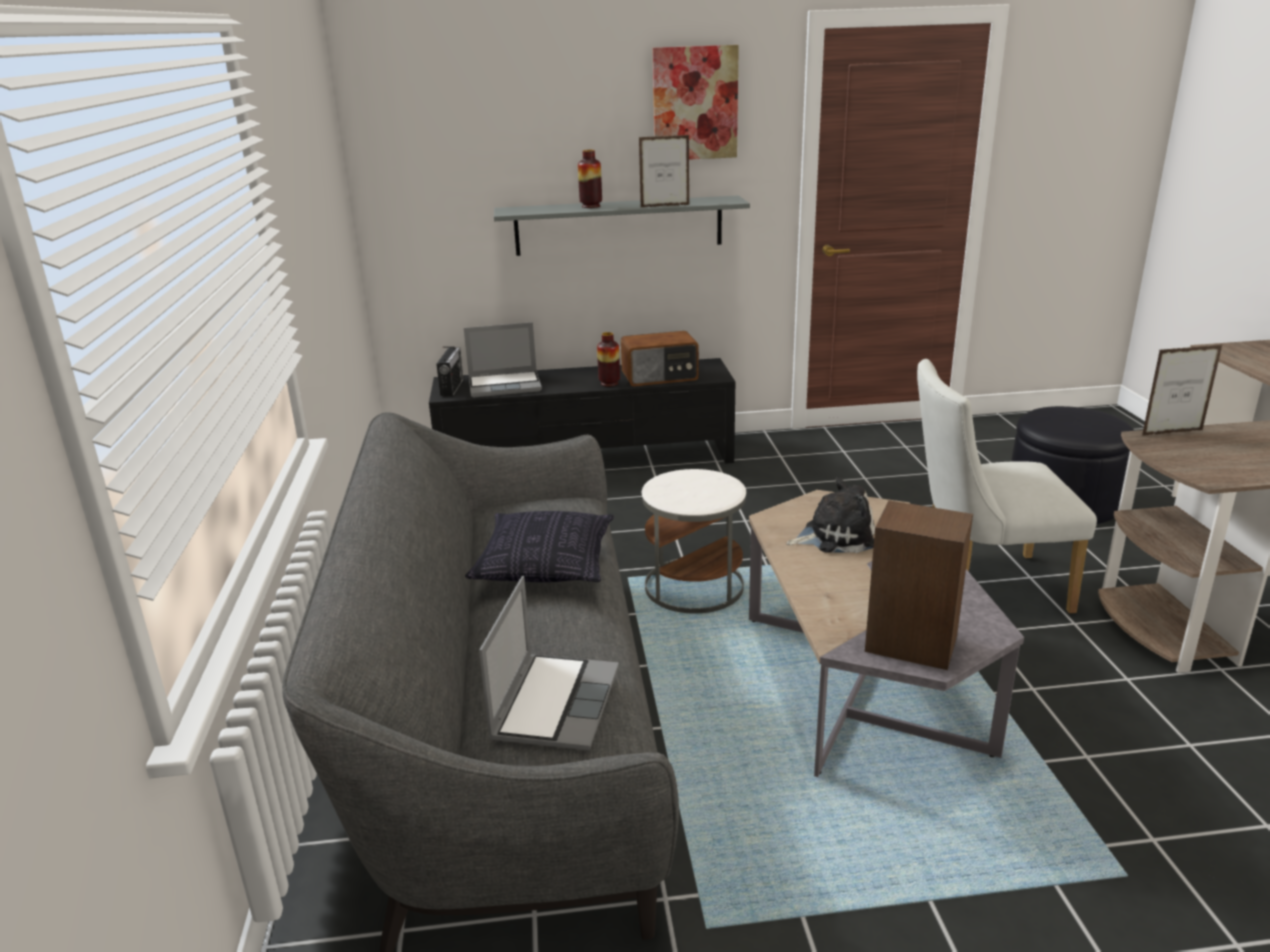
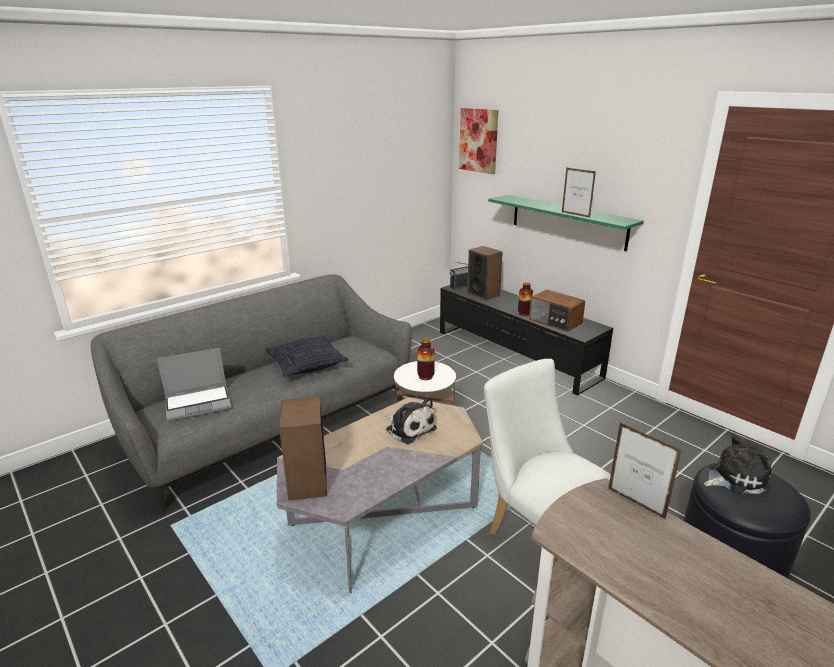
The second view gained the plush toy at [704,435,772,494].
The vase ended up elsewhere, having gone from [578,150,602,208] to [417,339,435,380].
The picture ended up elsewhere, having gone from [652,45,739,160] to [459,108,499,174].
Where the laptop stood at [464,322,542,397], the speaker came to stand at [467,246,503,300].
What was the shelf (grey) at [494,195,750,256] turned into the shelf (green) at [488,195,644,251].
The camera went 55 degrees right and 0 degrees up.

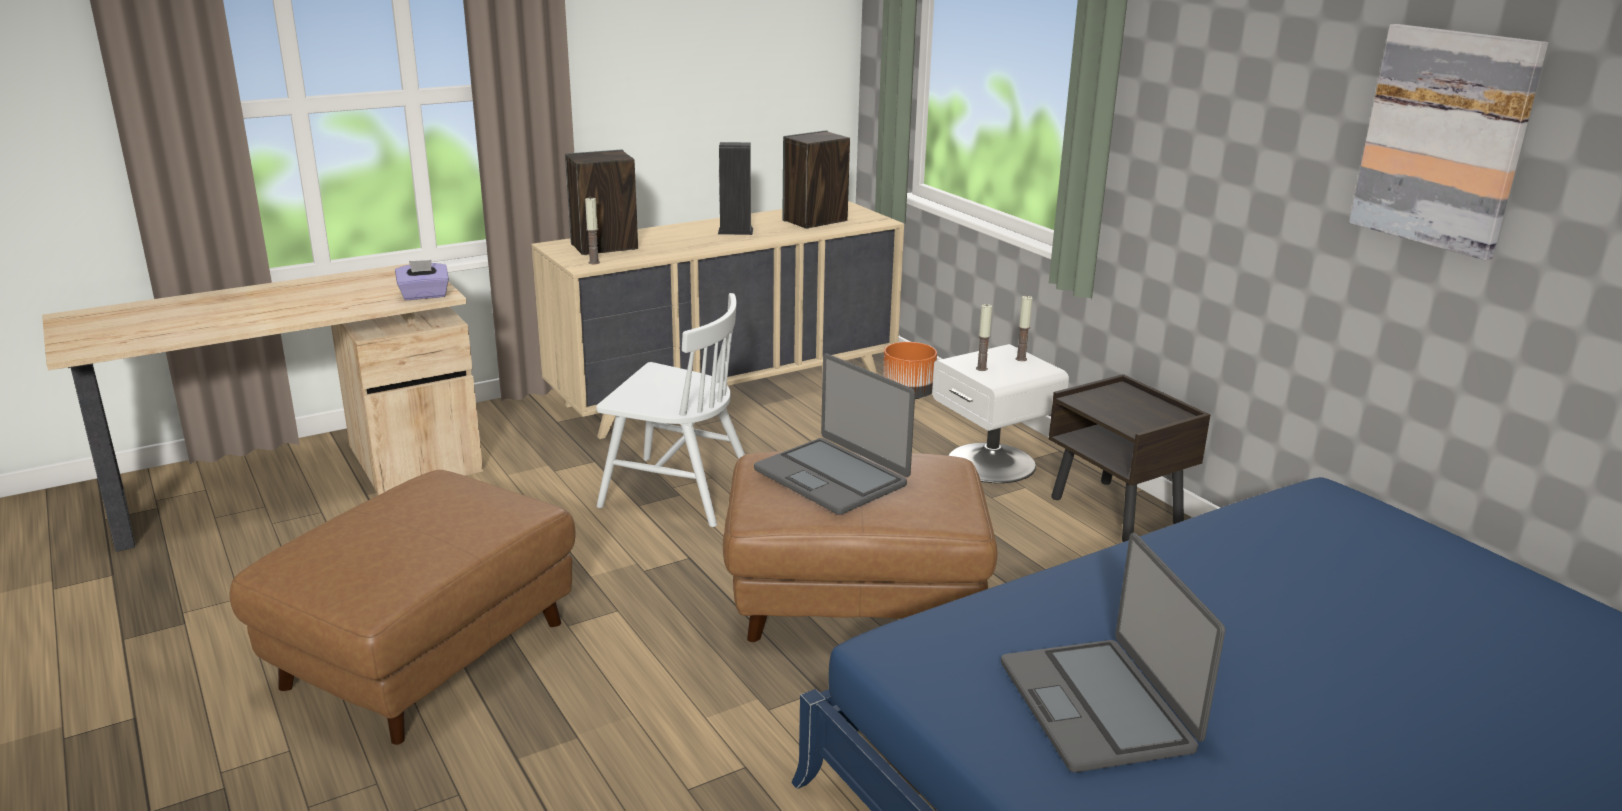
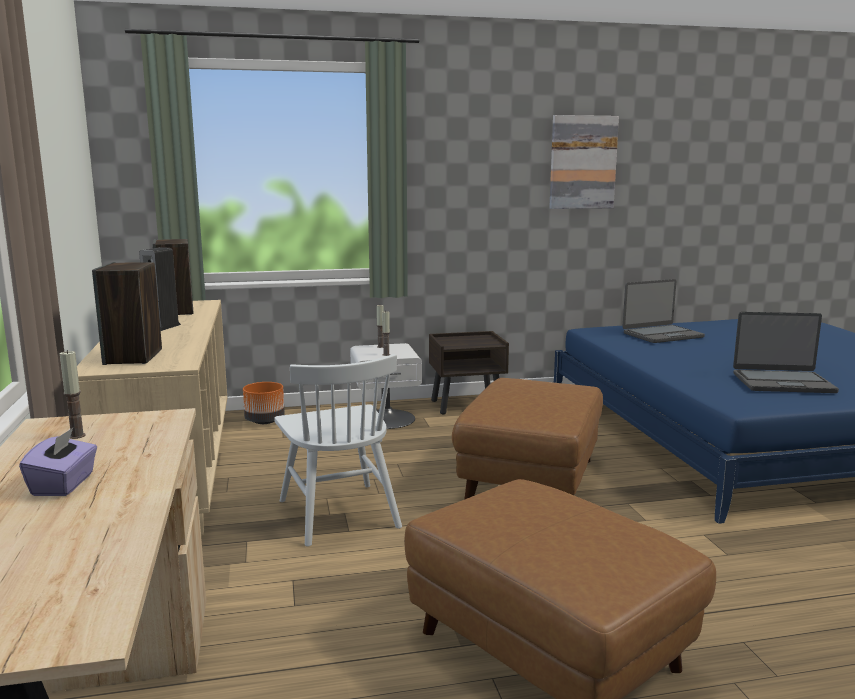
The tissue box (purple) ended up elsewhere, having gone from [395,260,449,300] to [19,428,97,496].
The candle ended up elsewhere, having gone from [585,197,600,264] to [60,350,86,439].
The laptop ended up elsewhere, having gone from [754,353,915,515] to [623,279,705,343].
The chair (white) at [596,293,745,527] ended up facing another way, 120 degrees clockwise from before.
The camera went 70 degrees left and 10 degrees down.

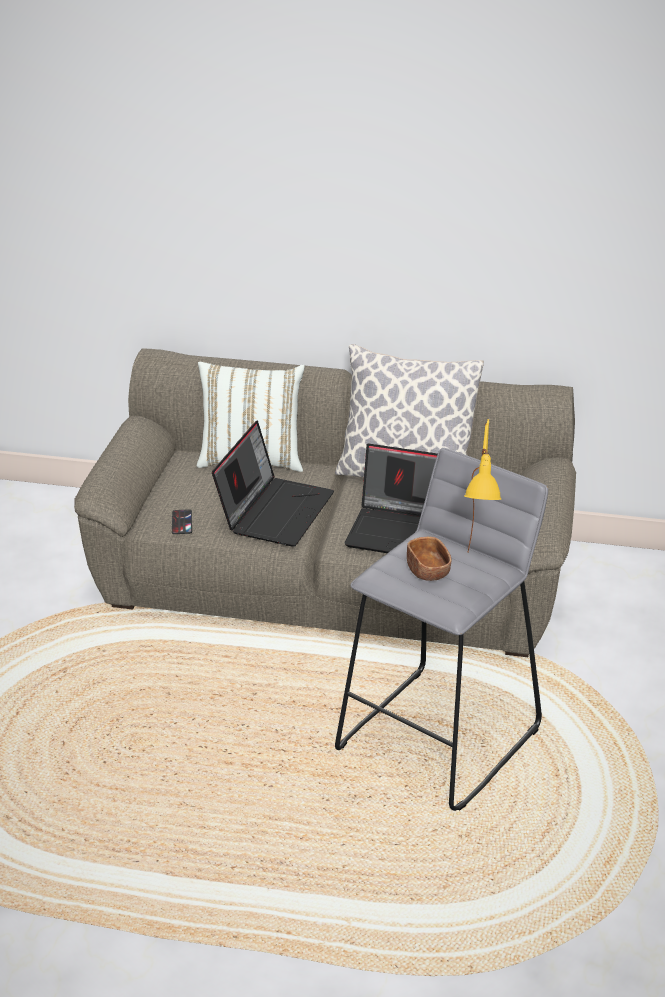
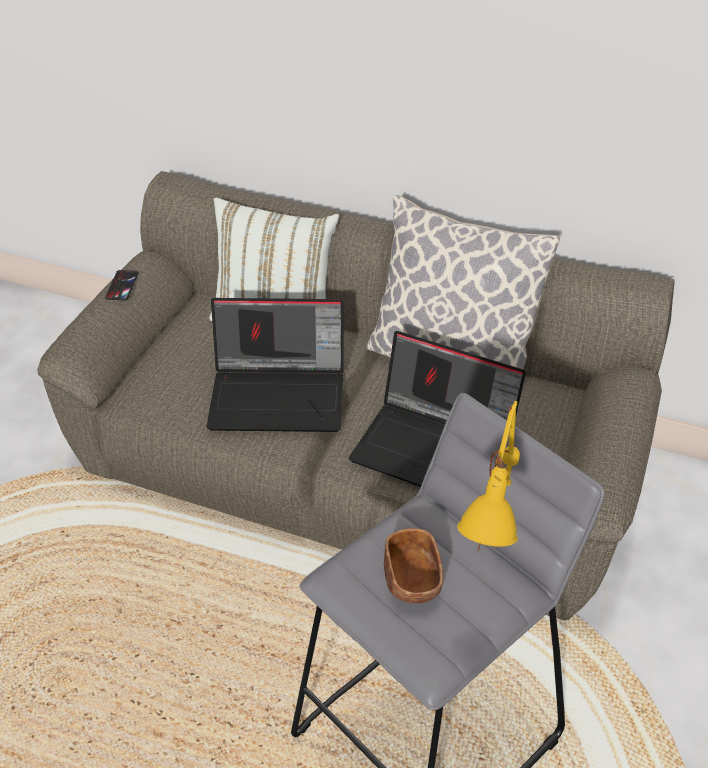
The phone ended up elsewhere, having gone from [172,509,192,534] to [105,270,138,301].
The laptop at [212,421,334,547] ended up facing another way, 60 degrees clockwise from before.
The camera went 10 degrees right and 10 degrees up.

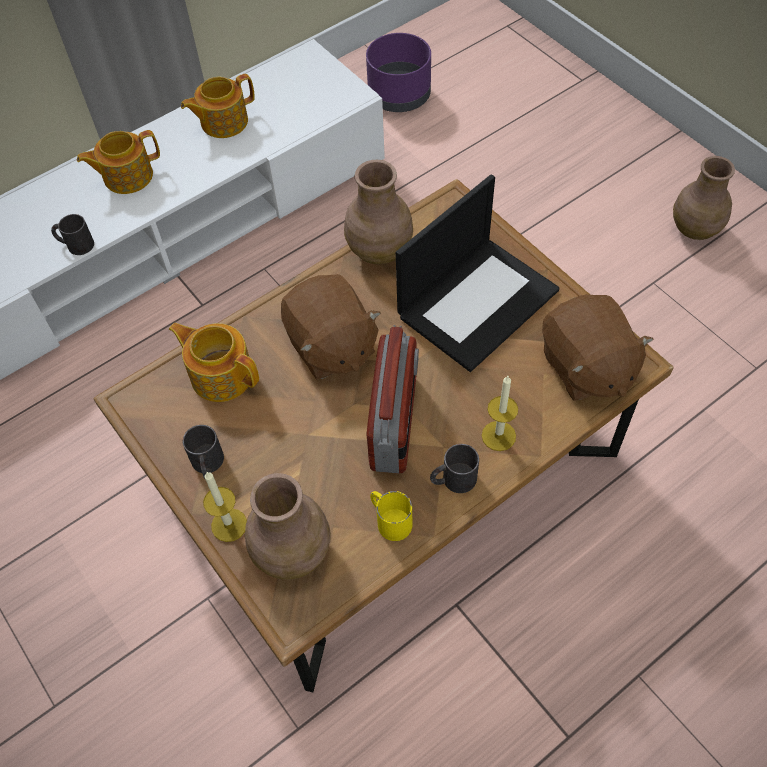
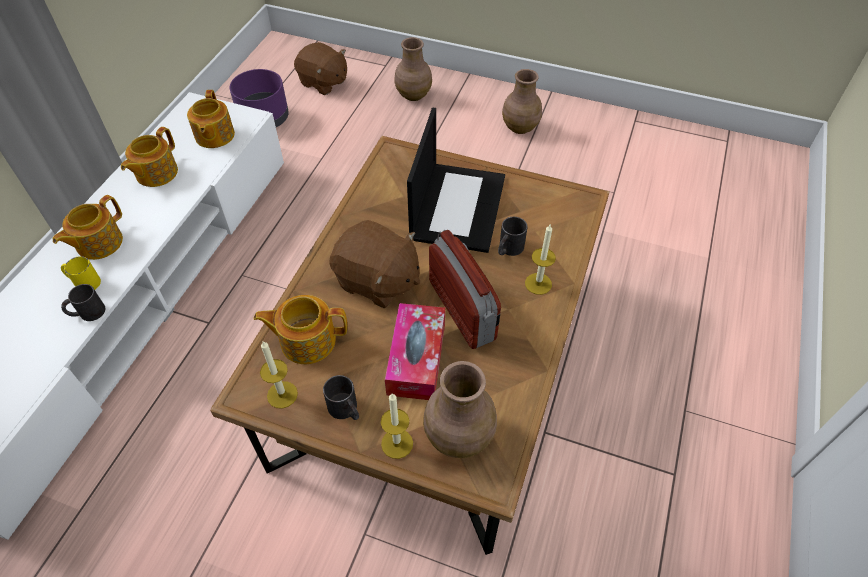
The second view gained the teapot at [187,90,235,148].
The second view gained the candle at [260,341,298,409].
The second view gained the tissue box at [385,303,445,400].
The vase (brown) ended up elsewhere, having gone from [344,160,413,264] to [395,37,432,101].
The mug (yellow) ended up elsewhere, having gone from [370,491,412,541] to [61,256,101,290].
The mug (black) ended up elsewhere, having gone from [430,444,479,493] to [498,217,528,256].
The plush toy (brown) ended up elsewhere, having gone from [542,294,653,401] to [294,42,347,95].
The camera went 35 degrees left and 5 degrees down.

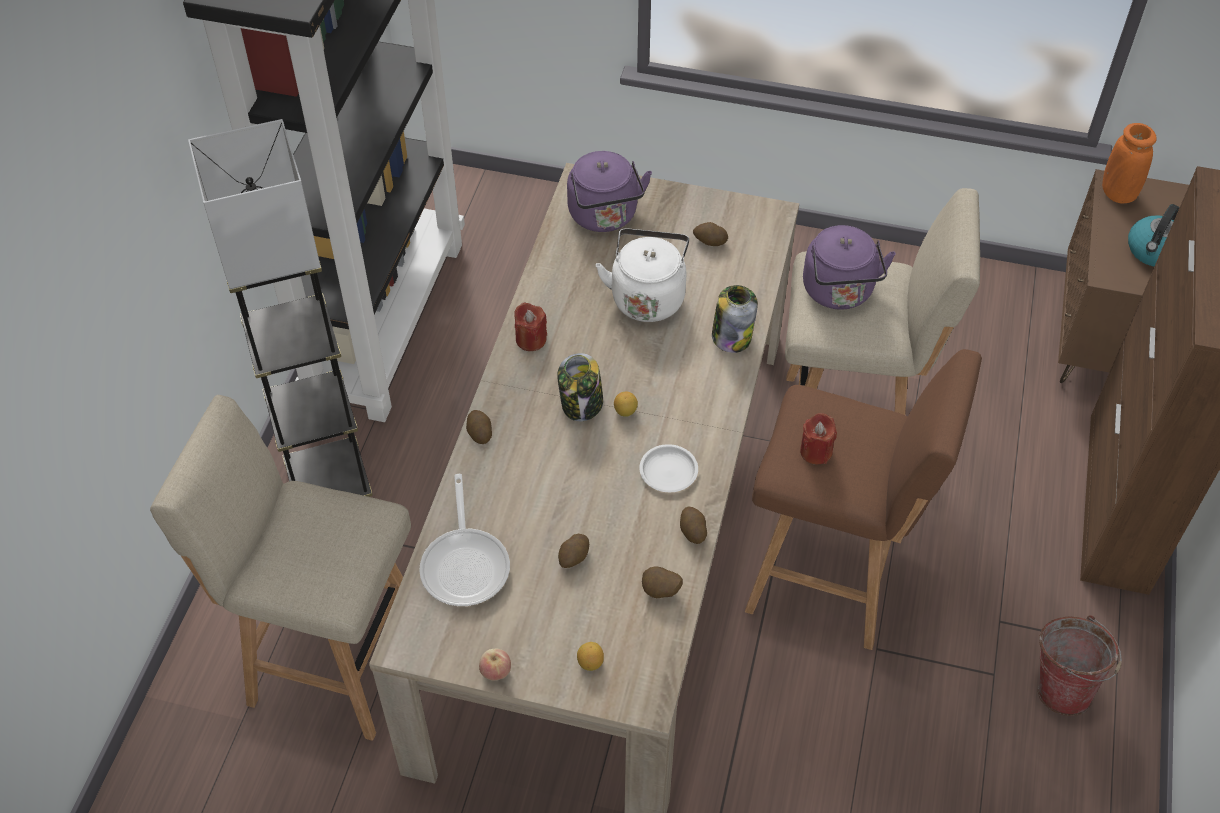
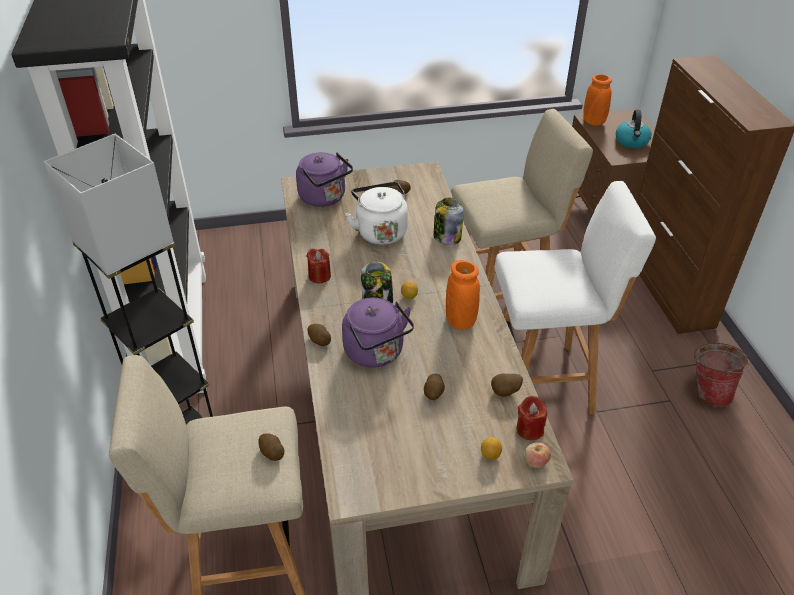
The second view lost the frying pan at [419,474,510,606].
The apple ended up elsewhere, having gone from [479,649,511,680] to [525,442,551,468].
The potato ended up elsewhere, having gone from [680,506,707,544] to [258,433,284,461].
The candle (red) ended up elsewhere, having gone from [800,413,837,465] to [516,396,547,440].
The kettle (purple) ended up elsewhere, having gone from [803,225,896,310] to [342,298,414,368].
Where the plate (white) stood at [639,444,698,492], the vase (orange) came to stand at [446,260,480,330].
What was the stool (brown) at [745,349,982,650] turned into the stool (white) at [495,181,656,414].
The camera went 25 degrees left and 10 degrees down.

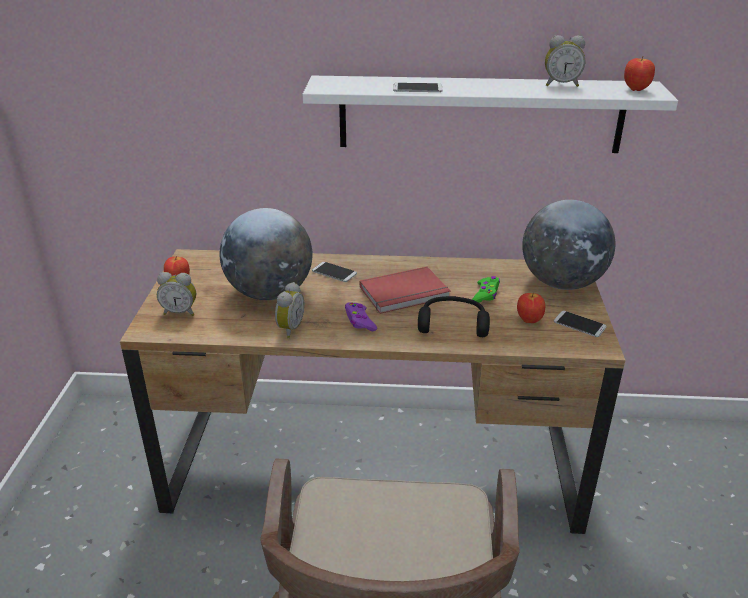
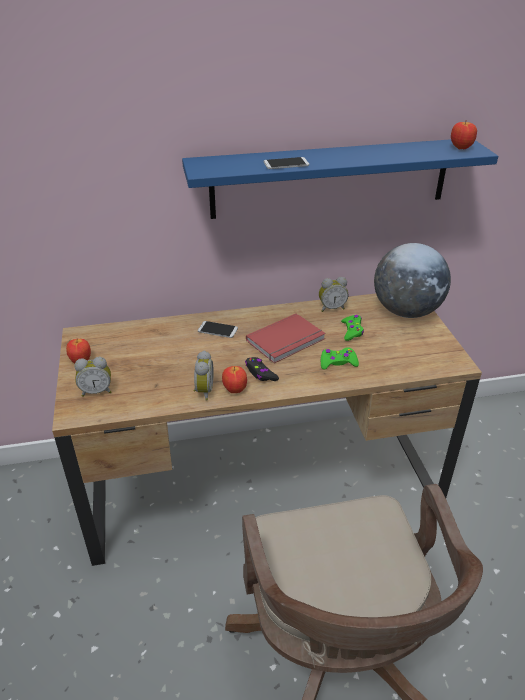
The second view lost the globe at [219,208,313,300].
The second view lost the phone at [554,311,607,337].
The apple ended up elsewhere, having gone from [517,293,545,323] to [222,366,247,393].
The alarm clock ended up elsewhere, having gone from [545,35,585,87] to [319,277,348,312].
Where the headphones (black) stood at [418,296,490,337], the game controller (green) came to stand at [321,347,359,370].
What was the shelf (white) at [303,76,678,153] turned into the shelf (blue) at [182,139,498,219].
What was the game controller (purple) at [345,303,377,331] turned into the game controller (black) at [245,357,279,381].
The camera went 15 degrees left and 5 degrees up.

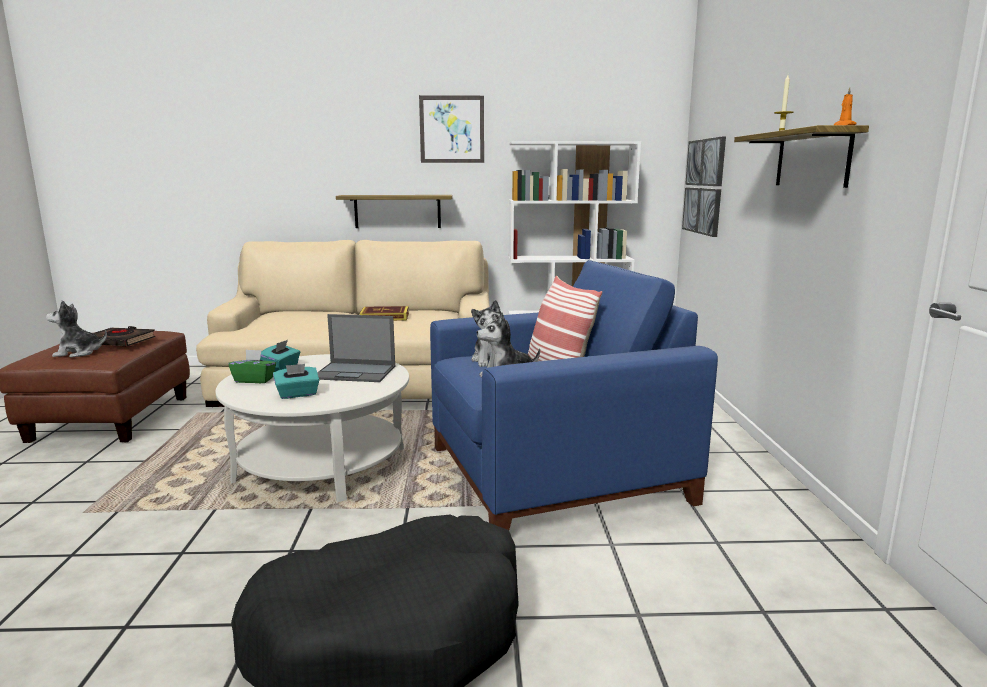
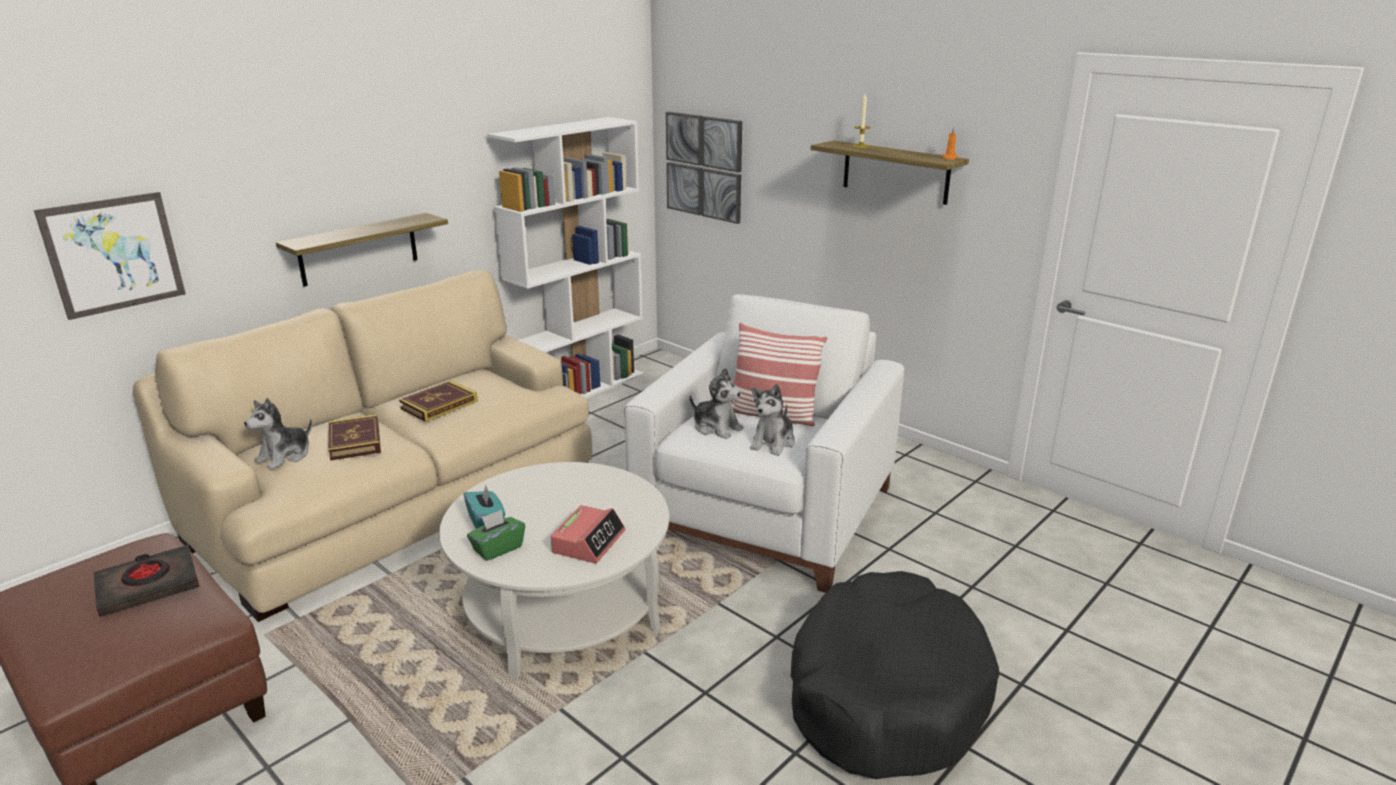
The second view lost the laptop at [317,314,395,382].
The second view gained the book at [328,414,381,461].
The plush toy ended up elsewhere, having gone from [46,300,107,358] to [244,398,312,469].
The picture ended up elsewhere, having gone from [419,95,484,163] to [34,192,186,320].
Where the tissue box (turquoise) stood at [273,364,319,399], the alarm clock came to stand at [551,505,625,563].
What was the armchair (blue) at [430,260,718,530] turned into the armchair (white) at [624,294,904,593].
The camera went 45 degrees left and 10 degrees up.

